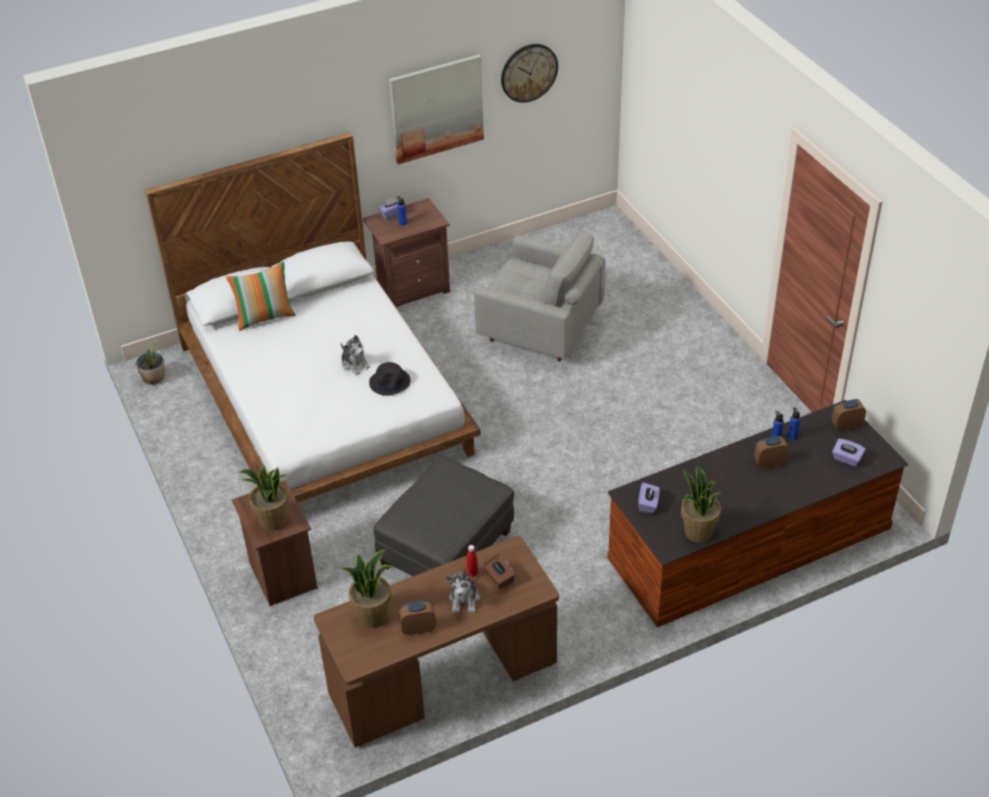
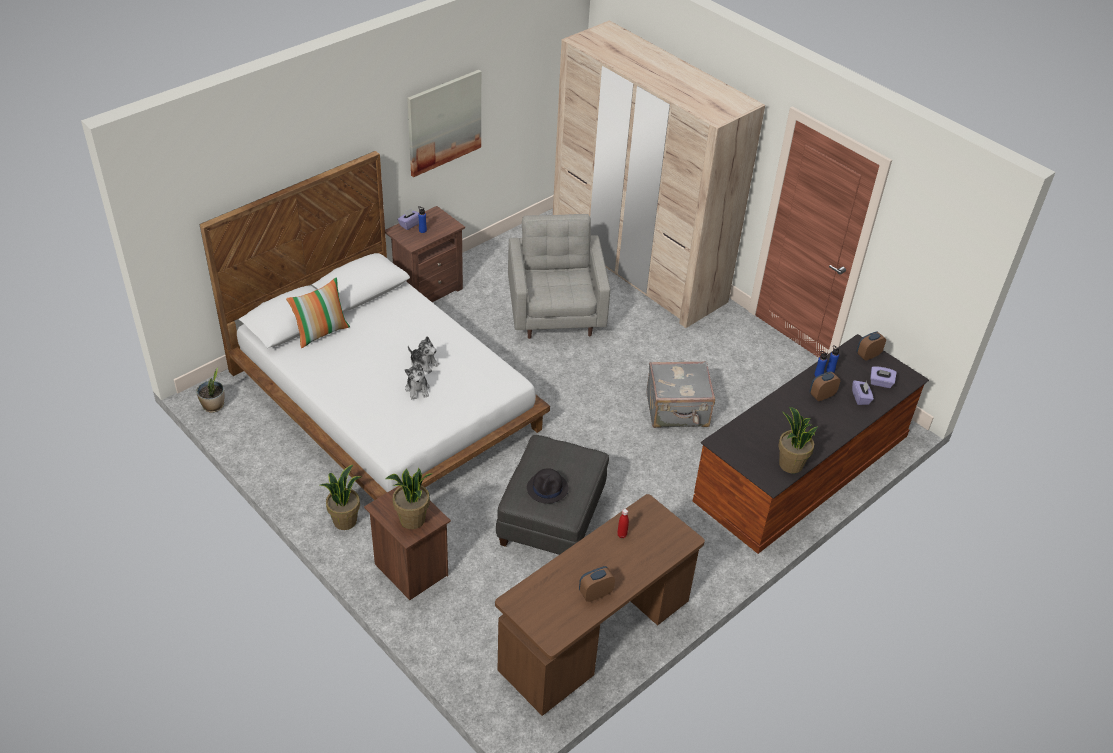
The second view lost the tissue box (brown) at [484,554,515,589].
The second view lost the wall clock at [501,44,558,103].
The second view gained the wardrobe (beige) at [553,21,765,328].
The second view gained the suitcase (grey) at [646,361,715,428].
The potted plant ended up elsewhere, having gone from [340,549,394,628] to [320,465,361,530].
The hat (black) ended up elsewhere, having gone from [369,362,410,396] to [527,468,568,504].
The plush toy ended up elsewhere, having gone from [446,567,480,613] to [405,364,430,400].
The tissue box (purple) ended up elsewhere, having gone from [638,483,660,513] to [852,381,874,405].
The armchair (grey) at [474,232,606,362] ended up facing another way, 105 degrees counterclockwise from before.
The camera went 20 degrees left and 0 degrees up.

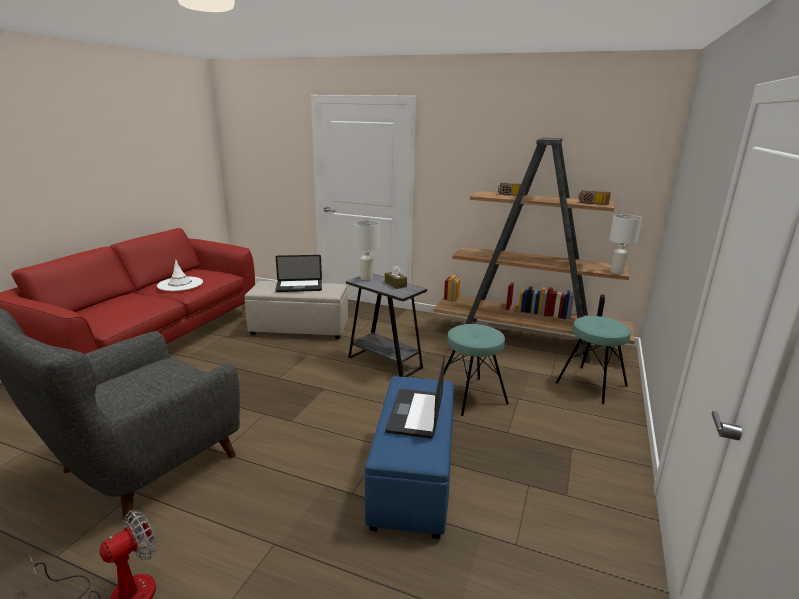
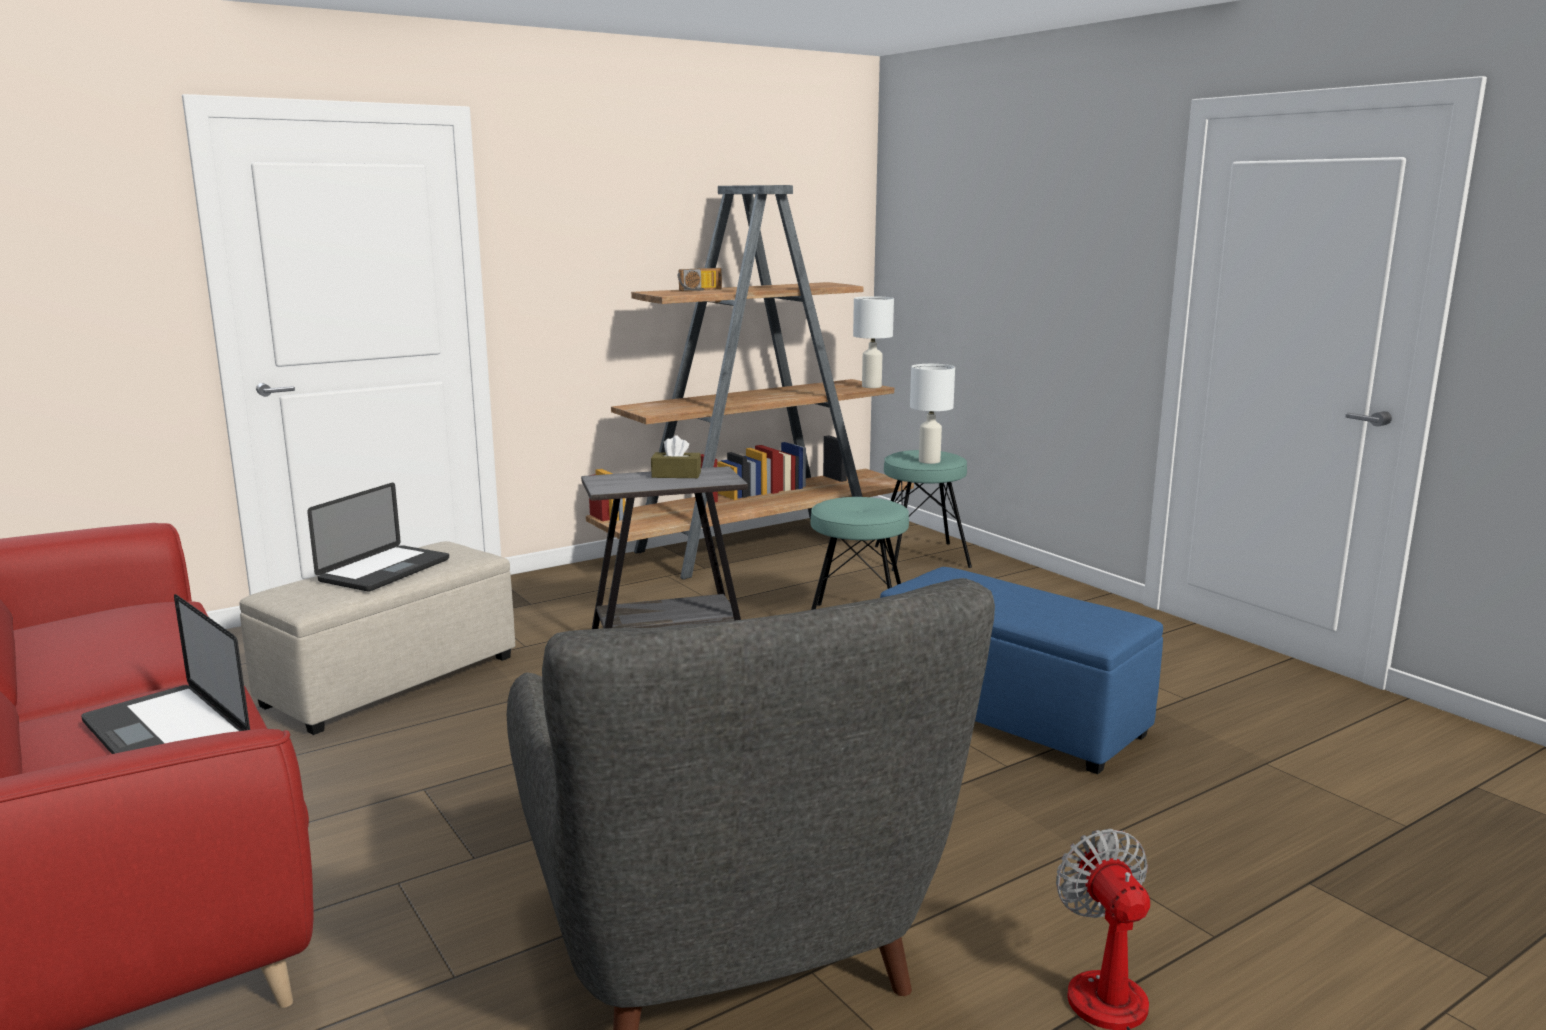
The second view lost the hat (white) at [157,260,203,291].
The second view lost the radio at [579,190,611,205].
The table lamp (white) ended up elsewhere, having gone from [353,220,380,280] to [910,364,955,464].
The laptop ended up elsewhere, having gone from [385,356,445,439] to [81,594,250,754].
The camera went 55 degrees left and 5 degrees down.

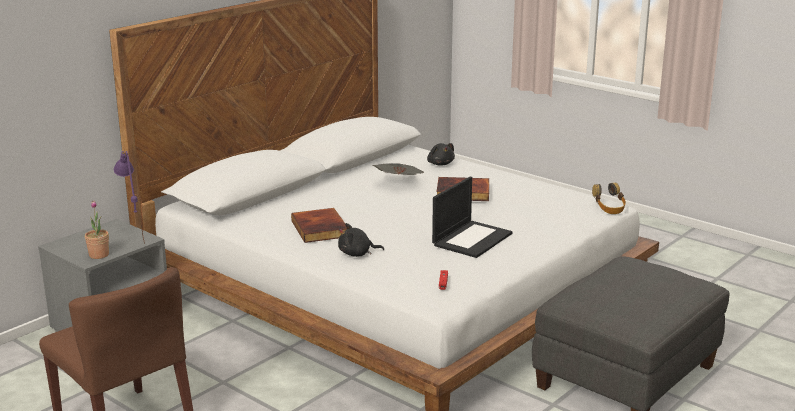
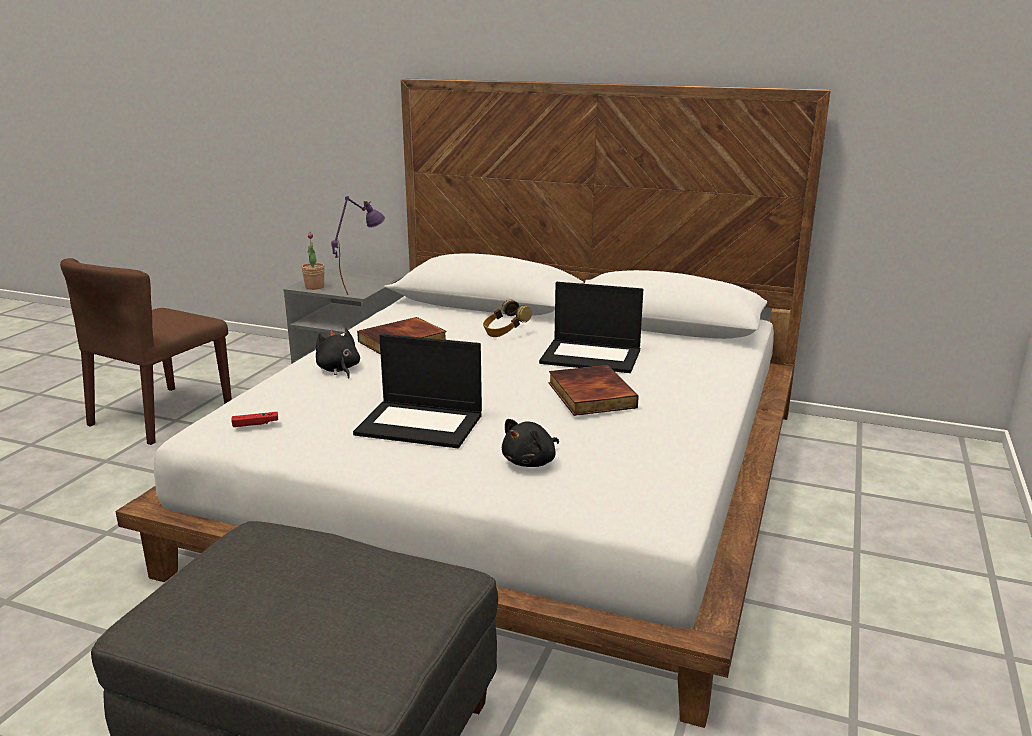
The plush toy (black) ended up elsewhere, having gone from [427,143,455,166] to [502,419,559,467].
The headphones ended up elsewhere, having gone from [592,183,626,214] to [483,299,532,337].
Where the newspaper stood at [372,163,424,175], the laptop came to stand at [539,282,643,373].
The camera went 70 degrees right and 0 degrees up.

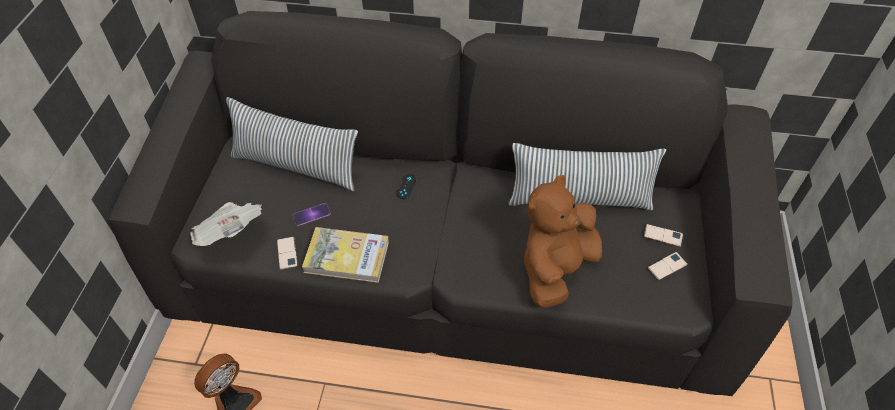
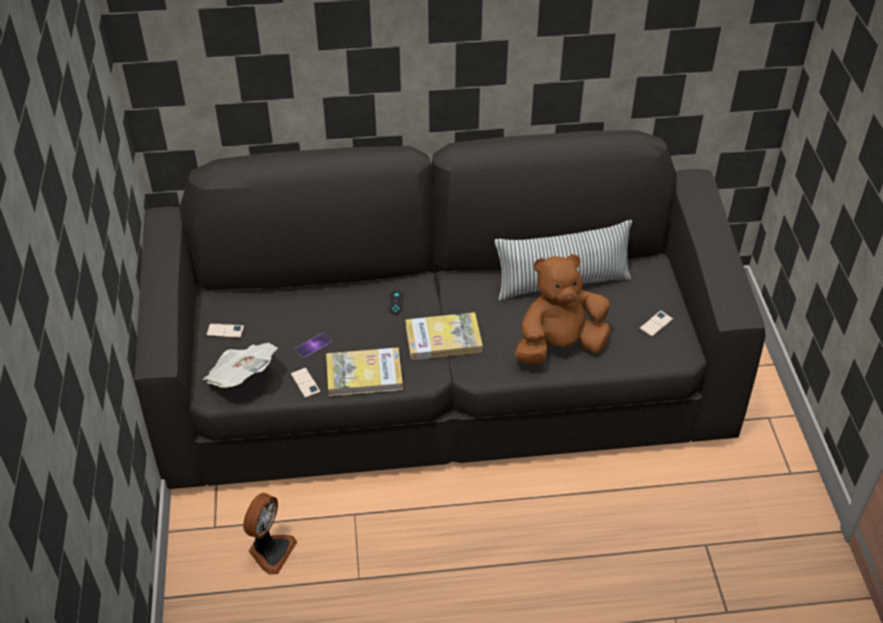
The second view lost the pillow at [226,97,358,191].
The second view gained the book at [405,312,483,360].
The phone ended up elsewhere, having gone from [644,224,683,247] to [206,323,244,338].
The plush toy (brown) at [524,175,602,308] ended up facing another way, 45 degrees clockwise from before.
The camera went 15 degrees left and 5 degrees down.

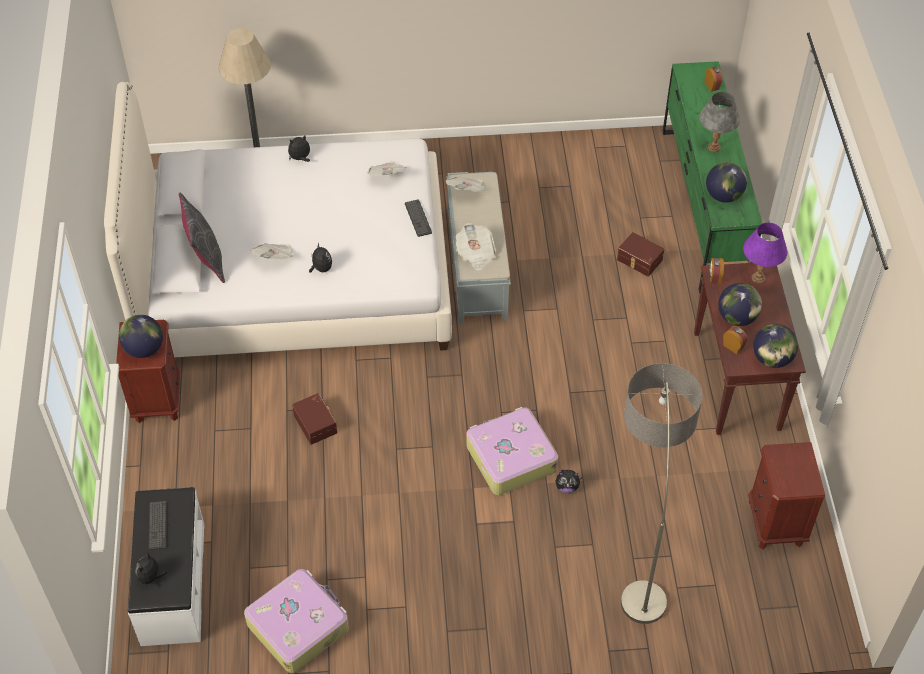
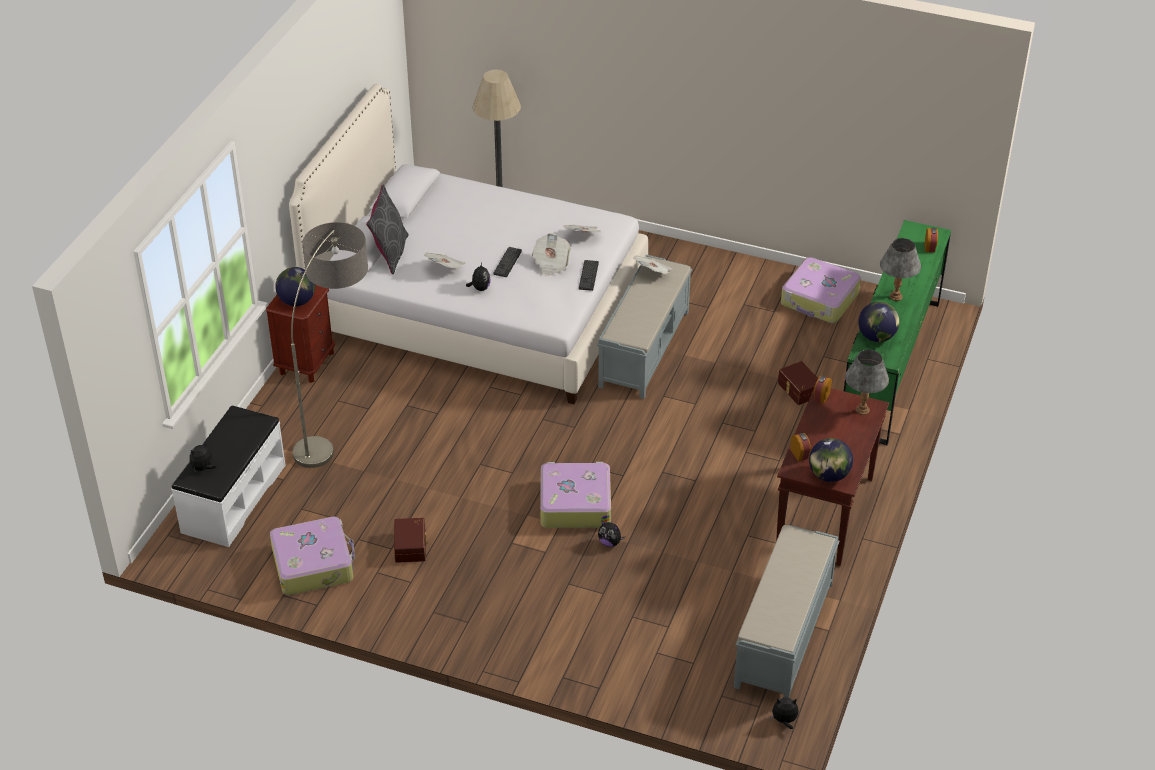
The second view lost the globe at [718,283,762,326].
The second view gained the suitcase at [781,257,861,323].
The keyboard ended up elsewhere, having gone from [149,501,167,550] to [493,247,522,277].
The plush toy ended up elsewhere, having gone from [288,136,310,162] to [770,698,799,729].
The storage box (brown) ended up elsewhere, having gone from [292,393,337,445] to [394,518,428,563].
The newspaper ended up elsewhere, having gone from [456,223,496,271] to [532,233,571,276].
The floor lamp ended up elsewhere, having gone from [621,363,703,624] to [291,222,368,468].
Where the nightstand (brown) stood at [748,442,825,550], the bench (grey) came to stand at [734,525,839,698].
What was the table lamp (purple) at [743,223,787,284] turned into the table lamp (grey) at [845,350,889,415].
The camera went 25 degrees right and 10 degrees down.

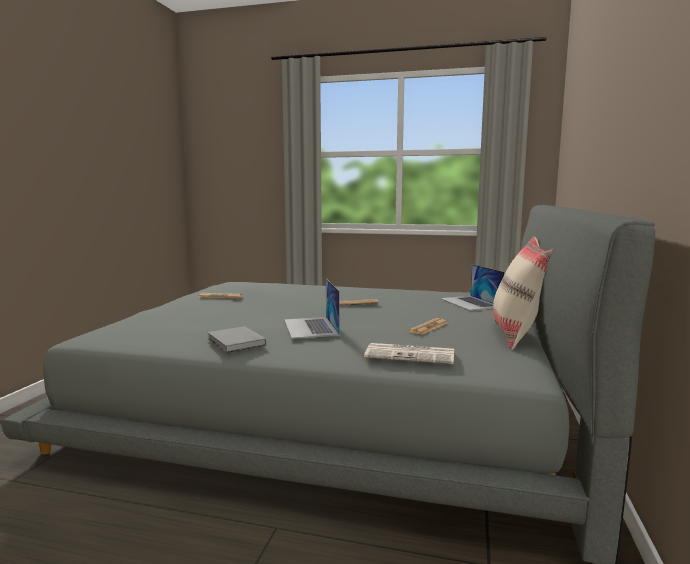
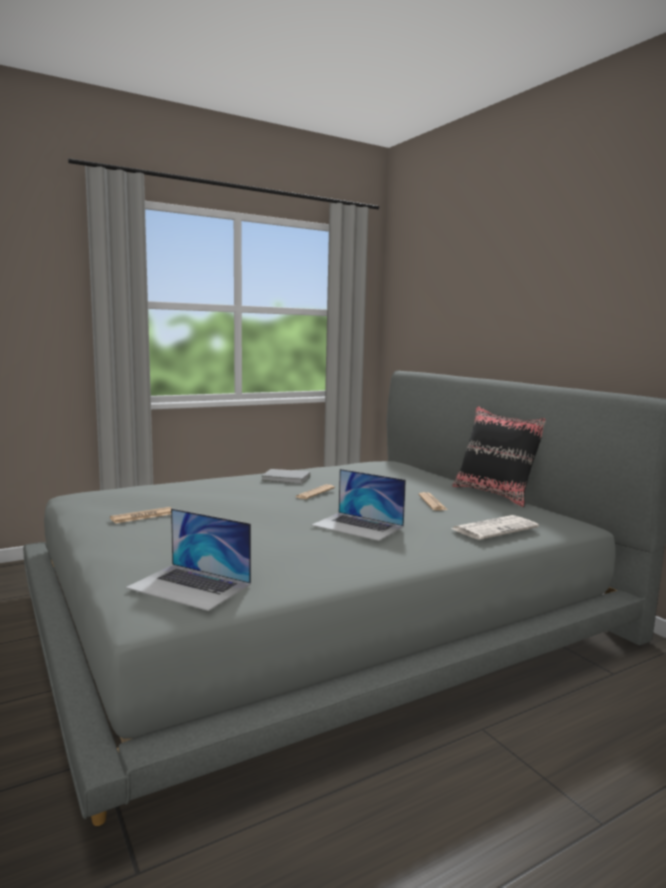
The book (grey) ended up elsewhere, having gone from [207,326,266,353] to [261,469,310,484].
The laptop ended up elsewhere, having gone from [440,264,505,311] to [126,508,251,611].
What was the pillow (beige) at [493,236,553,350] turned into the pillow (black) at [452,406,546,507].
The camera went 45 degrees left and 0 degrees up.

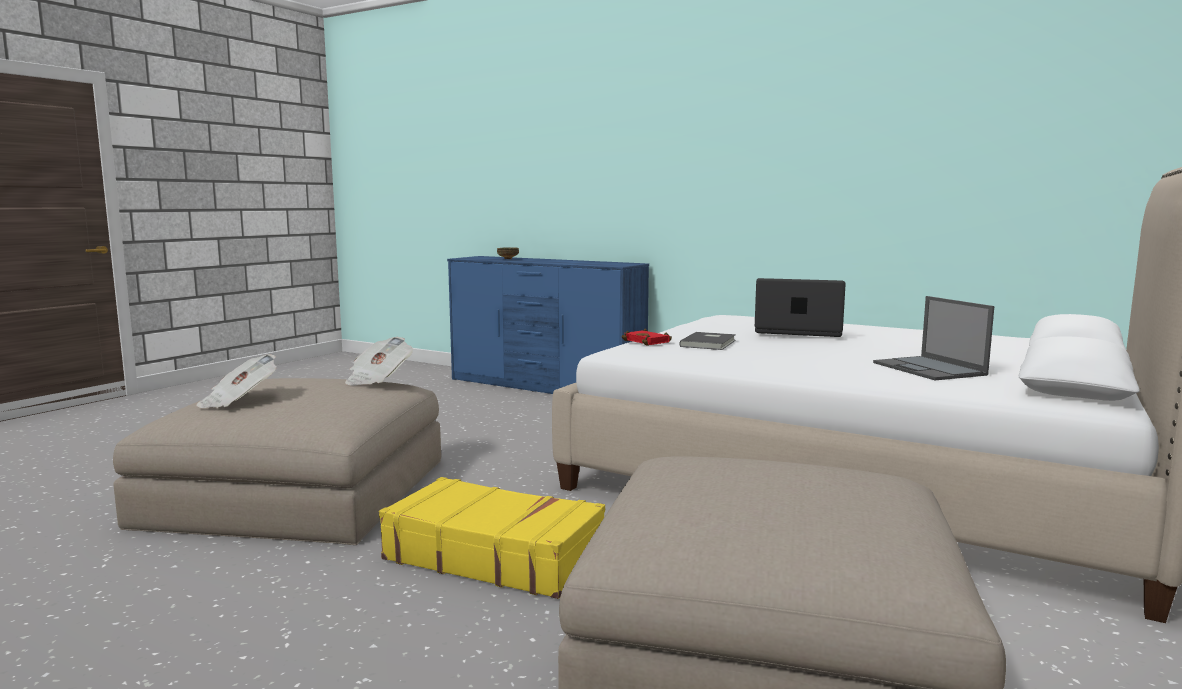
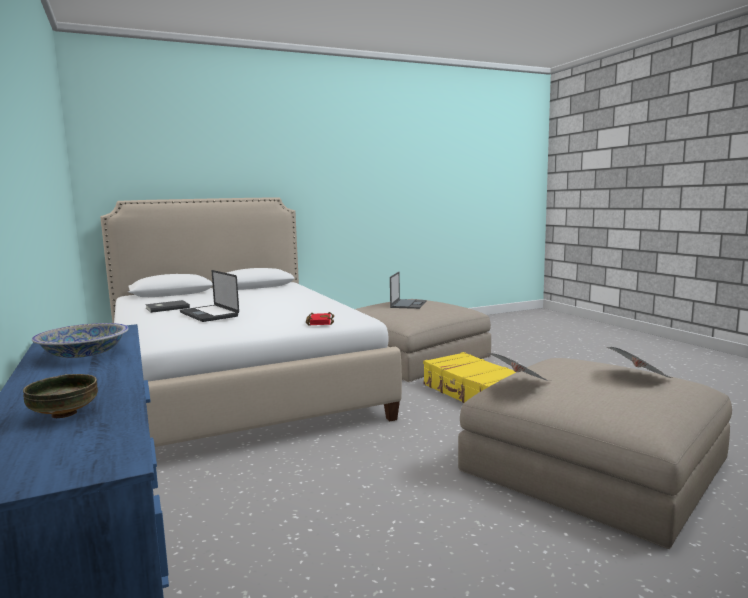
The second view gained the bowl at [32,323,129,358].
The book (grey) ended up elsewhere, having gone from [679,332,736,350] to [145,300,190,313].
The laptop ended up elsewhere, having gone from [873,296,994,380] to [390,272,427,309].
The camera went 145 degrees left and 0 degrees up.

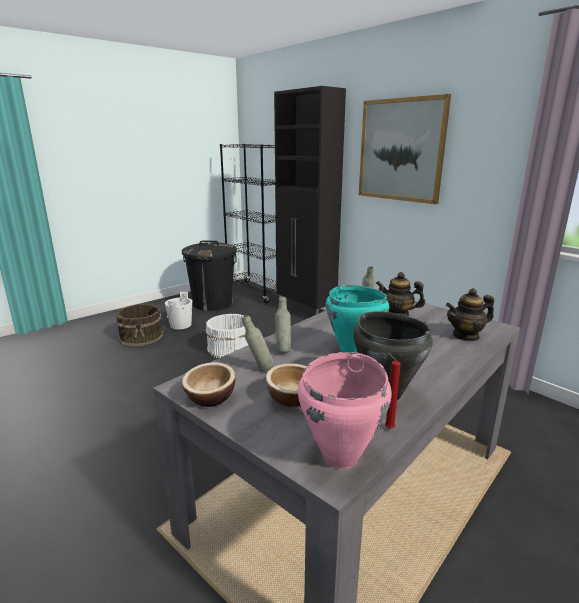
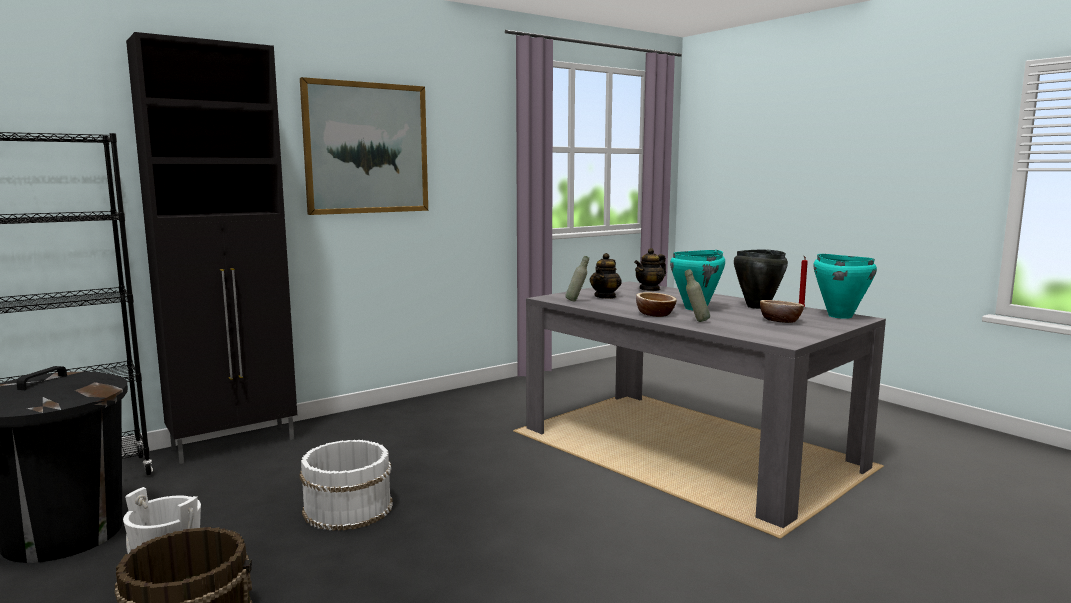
The second view lost the bottle (grey) at [242,315,274,371].
The bowl ended up elsewhere, having gone from [182,362,235,407] to [636,292,677,317].
What was the cooking pot (pink) at [298,352,392,469] turned into the cooking pot (turquoise) at [813,254,877,319].
The teapot at [446,288,494,341] ended up facing another way, 60 degrees clockwise from before.
The camera went 85 degrees left and 10 degrees down.

